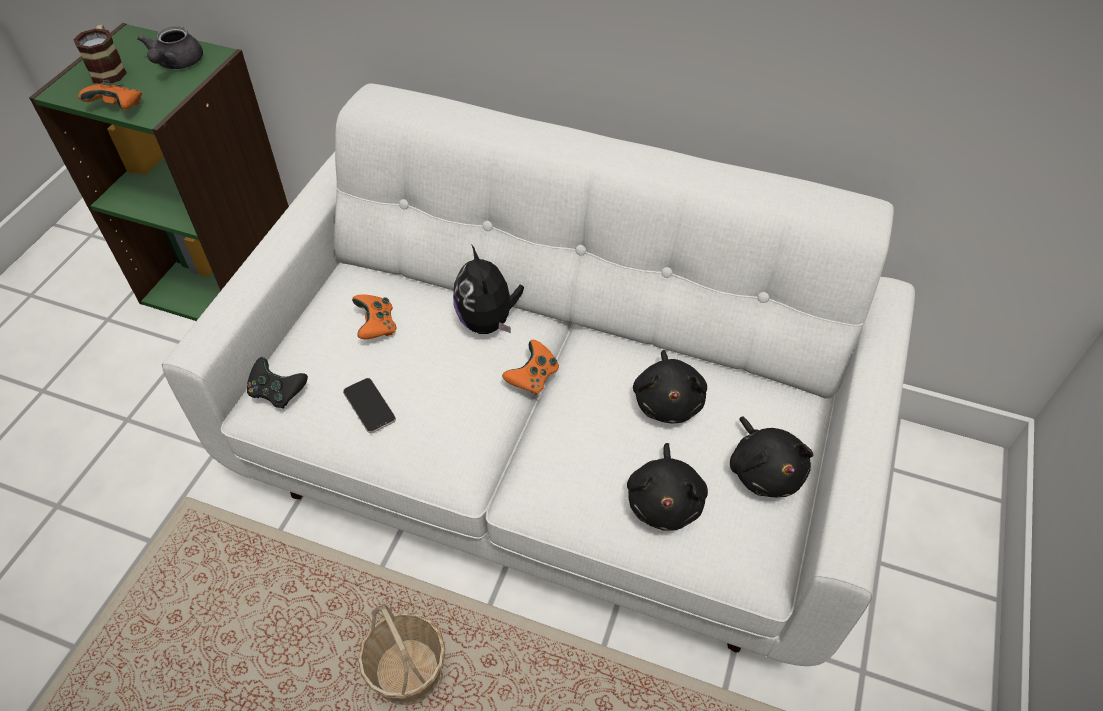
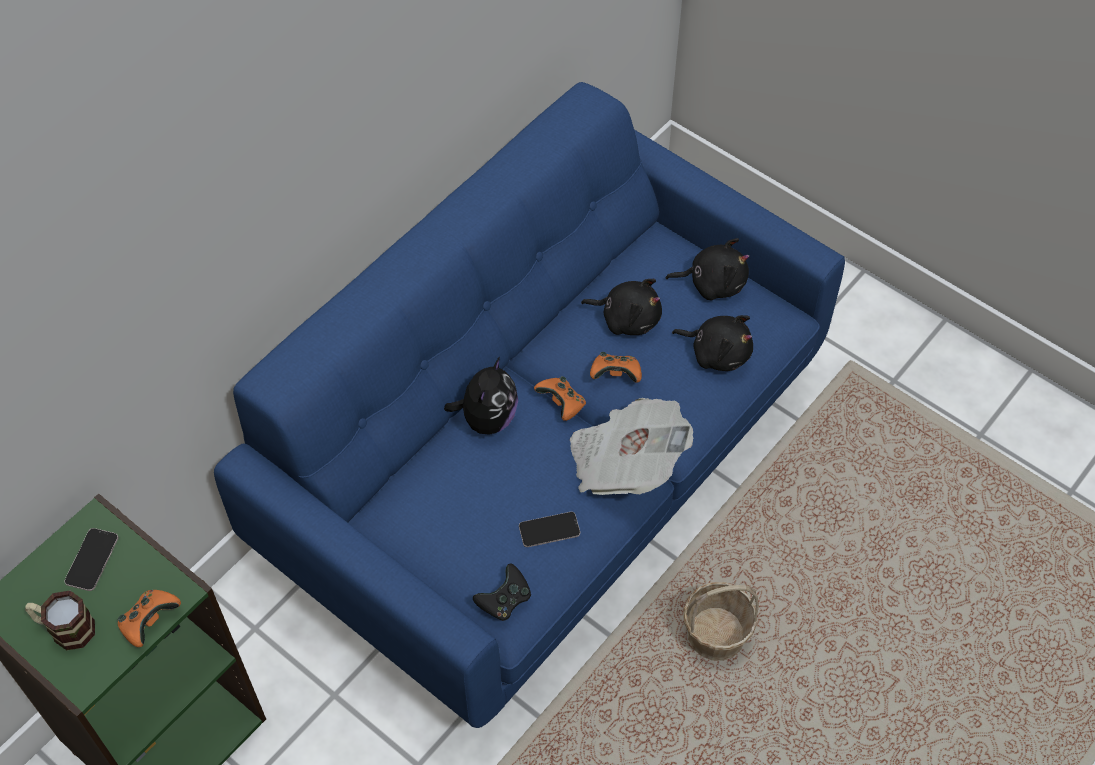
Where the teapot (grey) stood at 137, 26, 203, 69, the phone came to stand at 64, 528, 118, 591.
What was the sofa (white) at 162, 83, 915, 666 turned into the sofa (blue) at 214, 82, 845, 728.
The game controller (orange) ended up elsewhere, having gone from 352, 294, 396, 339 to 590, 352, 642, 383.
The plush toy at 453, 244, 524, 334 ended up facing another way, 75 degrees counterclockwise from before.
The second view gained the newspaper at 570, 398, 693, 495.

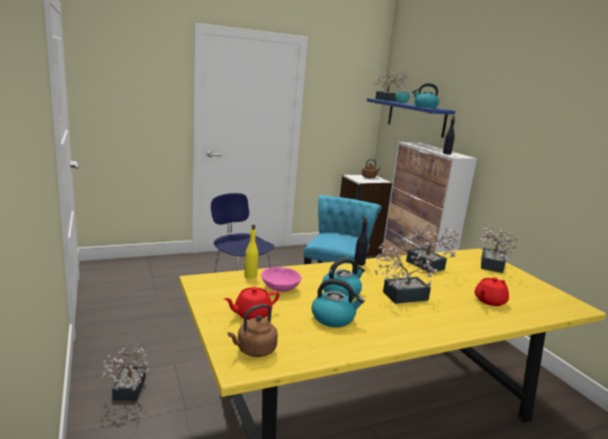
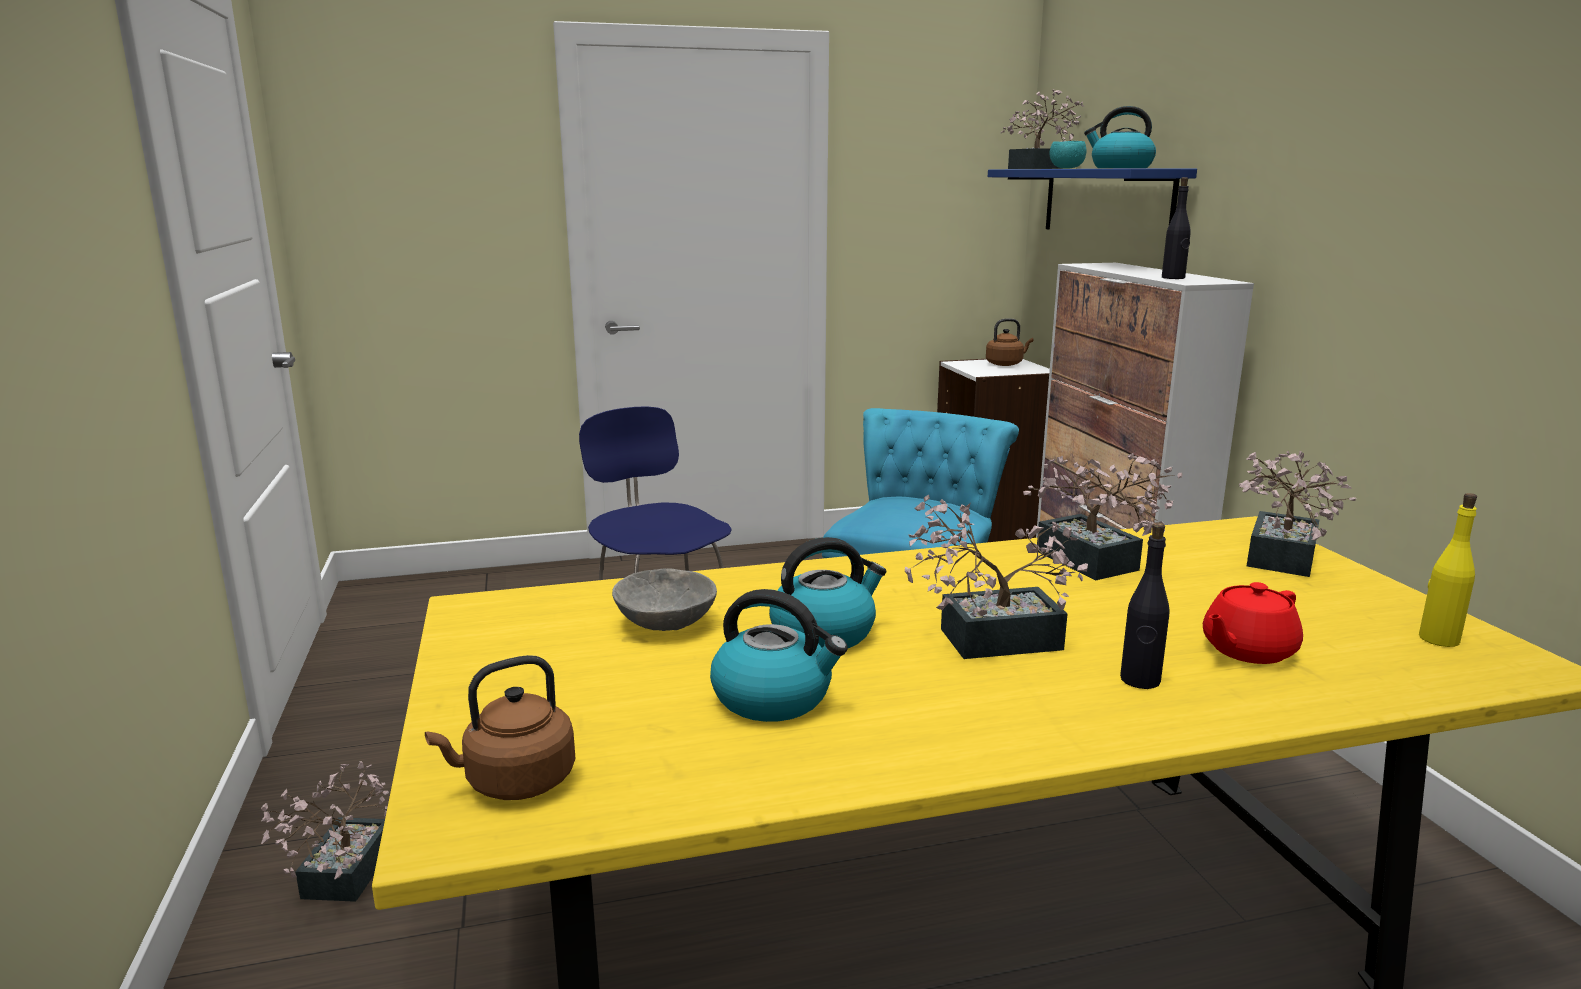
The second view lost the teapot (red) at 224, 287, 279, 320.
The bottle (yellow) ended up elsewhere, having gone from 244, 224, 258, 279 to 1419, 493, 1477, 647.
What was the bowl (pink) at 261, 267, 302, 292 turned into the bowl (grey) at 612, 568, 717, 631.
The bottle (black) ended up elsewhere, having gone from 354, 217, 368, 266 to 1120, 522, 1169, 689.

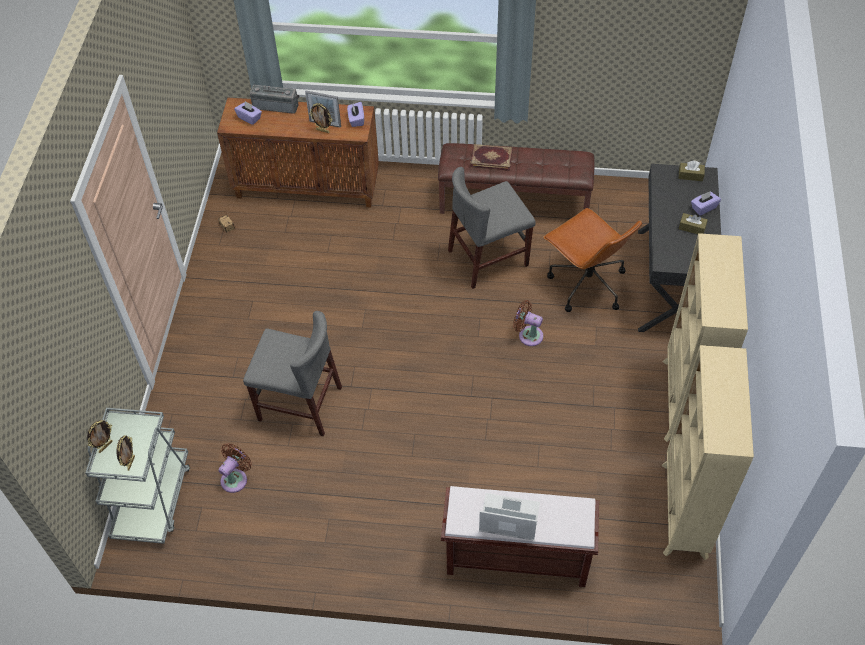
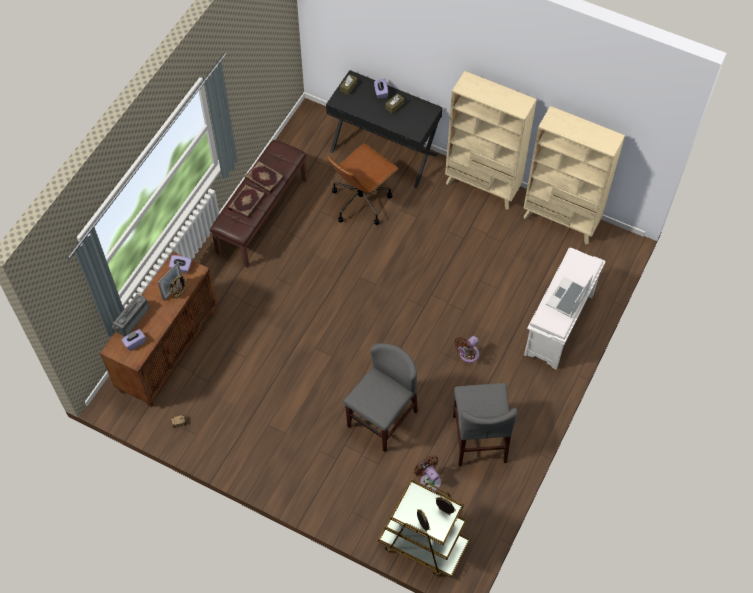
What was the cart (grey) at 85, 408, 190, 544 turned into the cart (brown) at 378, 479, 471, 578.
What was the bench (brown) at 441, 486, 599, 587 turned into the bench (white) at 524, 248, 606, 369.
The chair (grey) ended up elsewhere, having gone from 448, 167, 535, 289 to 453, 383, 517, 466.
The fan (brown) ended up elsewhere, having gone from 513, 300, 543, 346 to 454, 336, 479, 363.
The office chair (brown) at 543, 208, 642, 312 ended up facing another way, 150 degrees clockwise from before.
The second view gained the book at 245, 161, 284, 193.

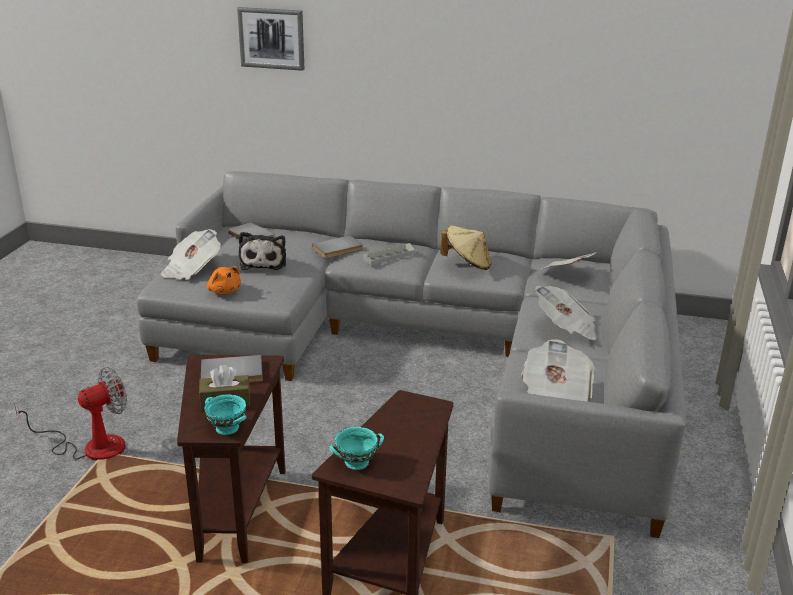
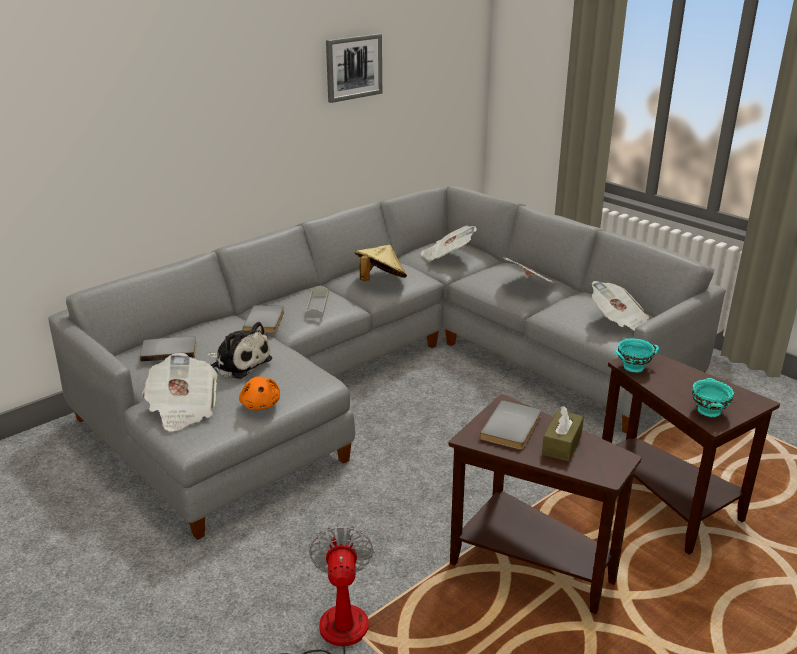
The bowl (turquoise) ended up elsewhere, having gone from 205, 394, 246, 435 to 614, 338, 659, 372.
The plush toy (orange) at 207, 266, 241, 294 ended up facing another way, 75 degrees clockwise from before.
The picture ended up elsewhere, having gone from 237, 7, 304, 71 to 326, 34, 382, 103.

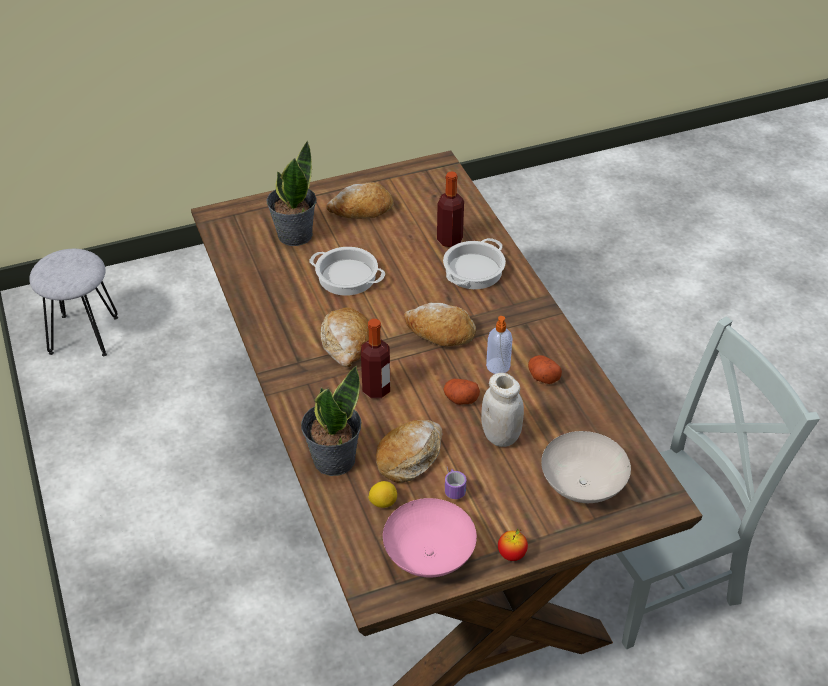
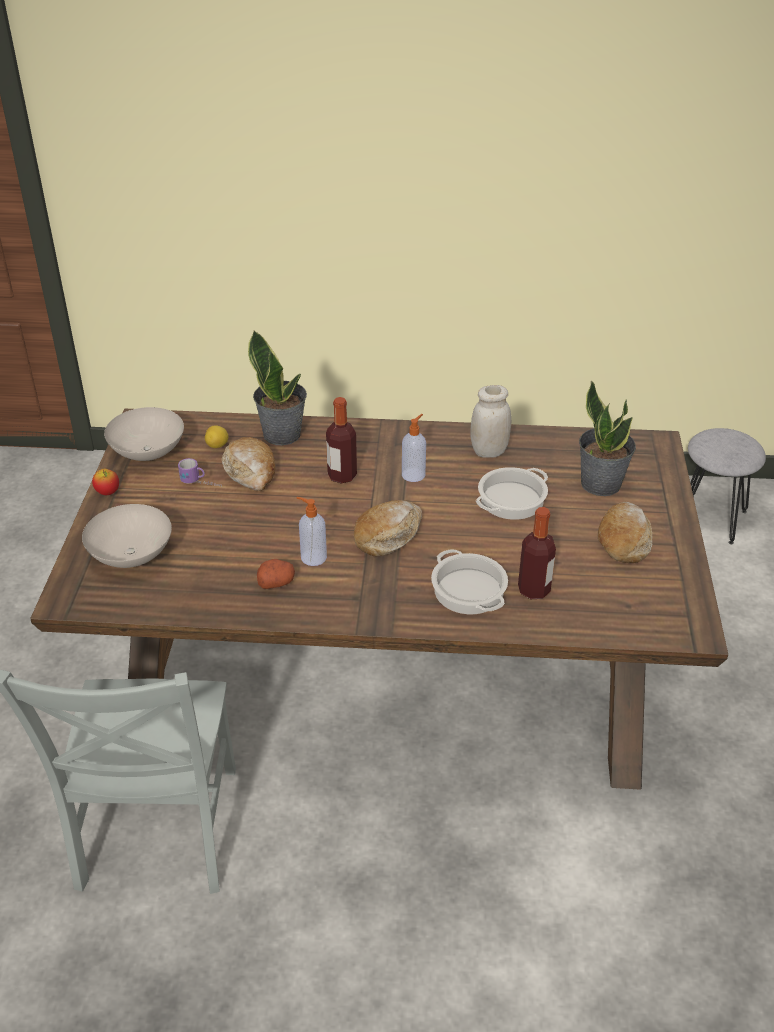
Where the bread stood at 321, 307, 369, 367, the soap dispenser came to stand at 402, 414, 426, 482.
What was the bowl (pink) at 383, 498, 477, 578 turned into the bowl (white) at 104, 407, 184, 461.
The second view lost the potato at 443, 379, 480, 405.
The jar (white) ended up elsewhere, having gone from 481, 373, 524, 447 to 470, 385, 511, 458.

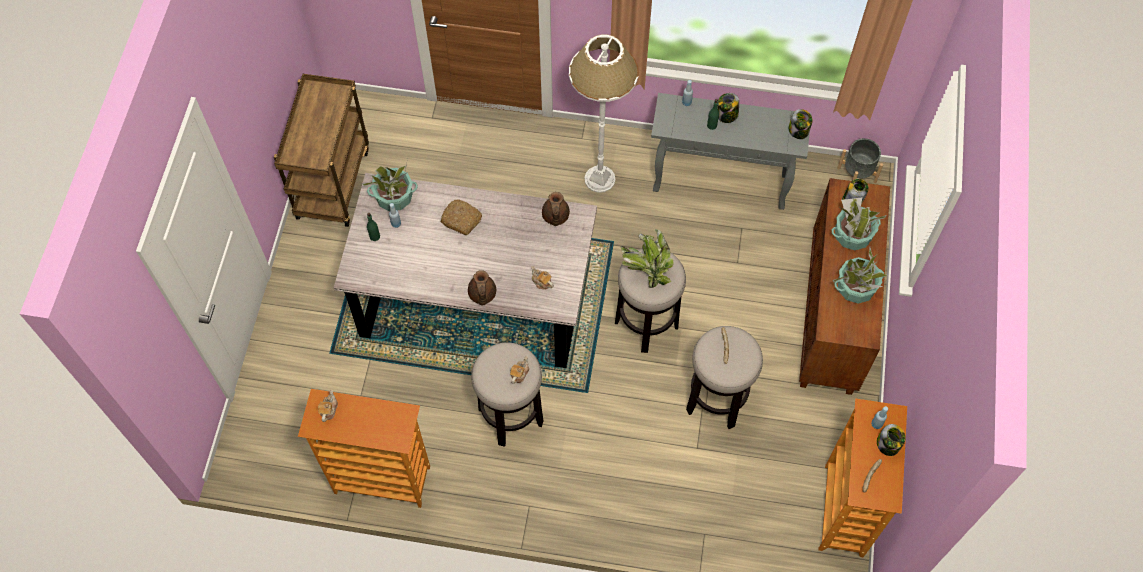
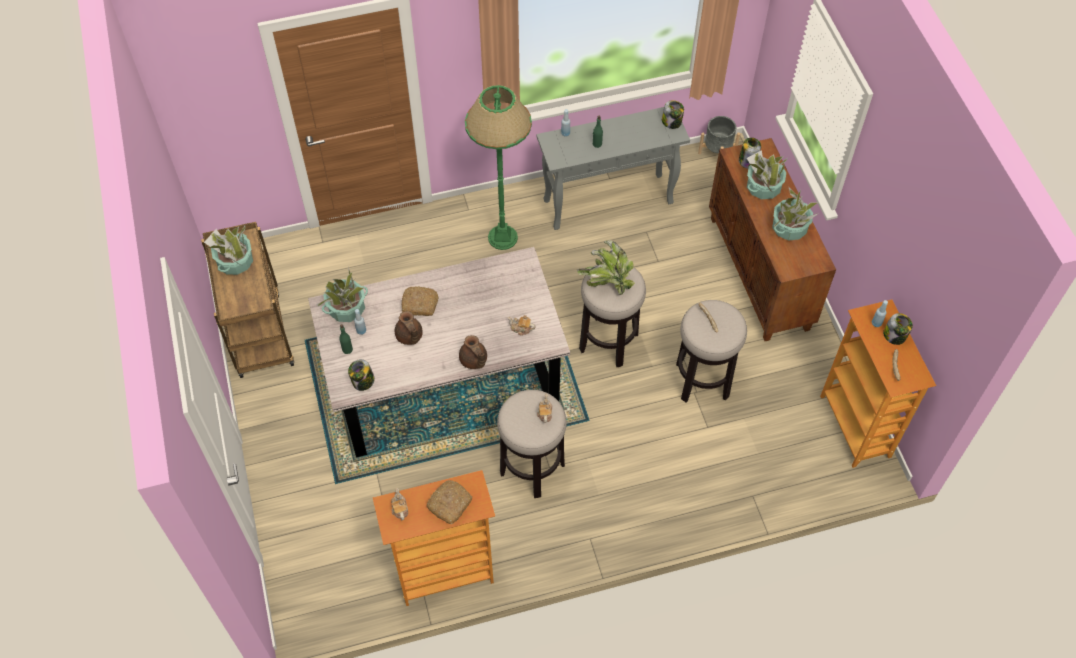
The teapot (brown) ended up elsewhere, having gone from 542, 192, 570, 226 to 395, 311, 423, 345.
What was the floor lamp (white) at 569, 34, 638, 193 turned into the floor lamp (green) at 465, 85, 532, 250.
The jar ended up elsewhere, having gone from 718, 93, 739, 123 to 348, 359, 375, 391.
The second view gained the potted plant at 204, 226, 253, 275.
The second view gained the bread at 426, 480, 472, 524.

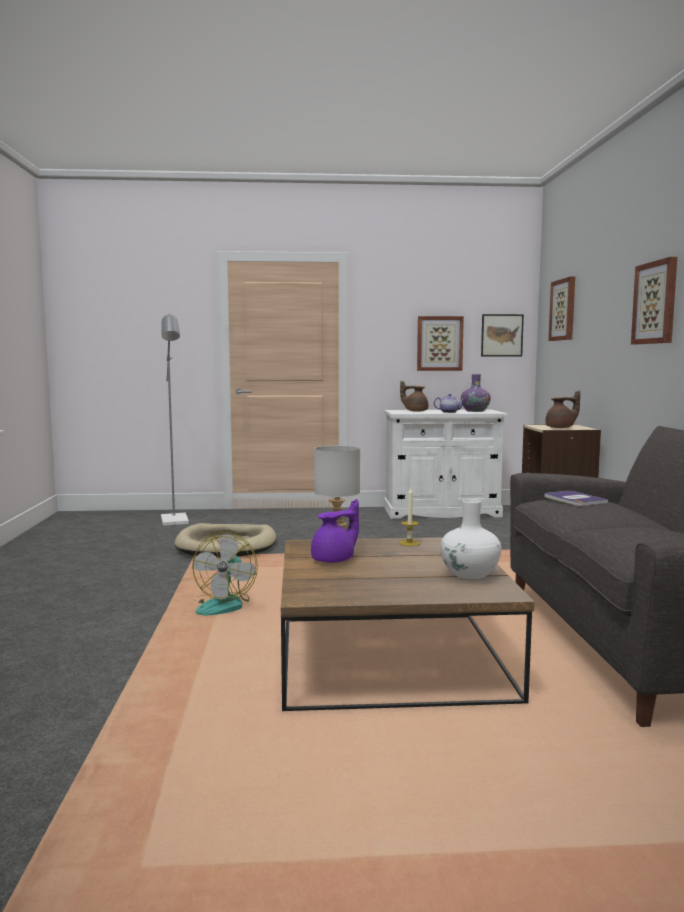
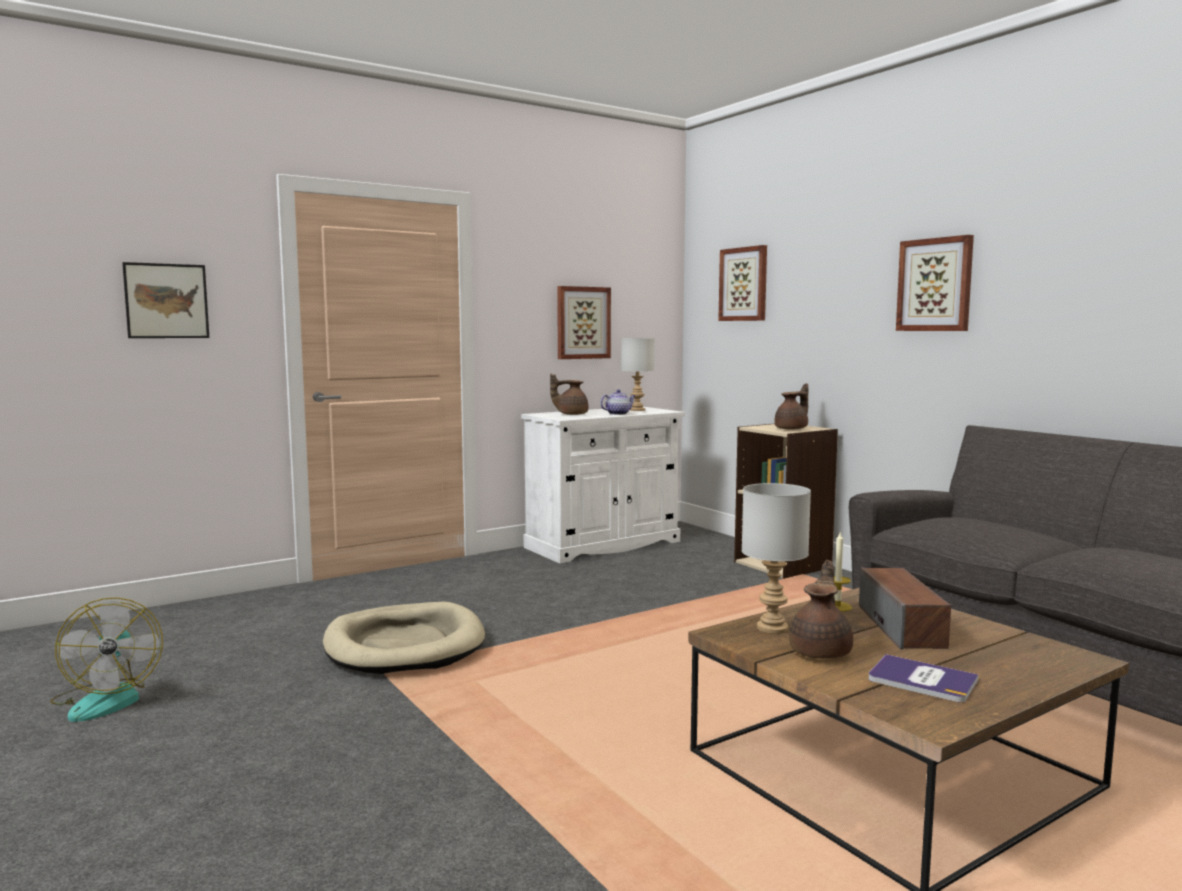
The second view lost the floor lamp (grey) at 161, 313, 189, 526.
The fan ended up elsewhere, having gone from 192, 532, 258, 615 to 50, 597, 163, 722.
What was the teapot (purple) at 311, 499, 359, 563 turned into the teapot (brown) at 789, 560, 853, 659.
The second view lost the vase (white) at 440, 499, 501, 579.
Where the vase (purple) stood at 461, 374, 491, 412, the table lamp (grey) came to stand at 621, 338, 654, 411.
The picture ended up elsewhere, having gone from 481, 314, 524, 356 to 122, 262, 209, 338.
The book ended up elsewhere, having gone from 545, 491, 608, 506 to 868, 654, 979, 703.
The second view gained the speaker at 859, 567, 951, 649.

